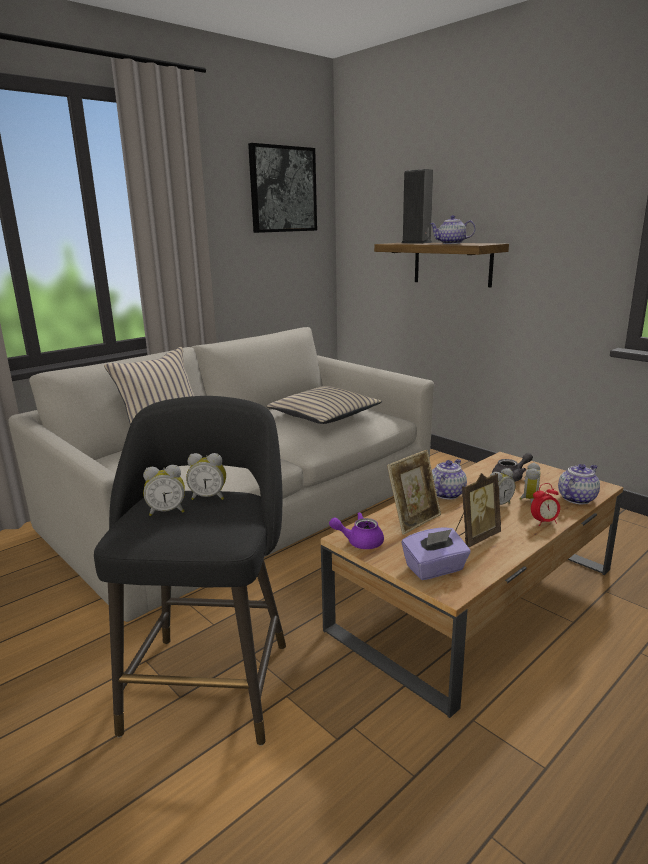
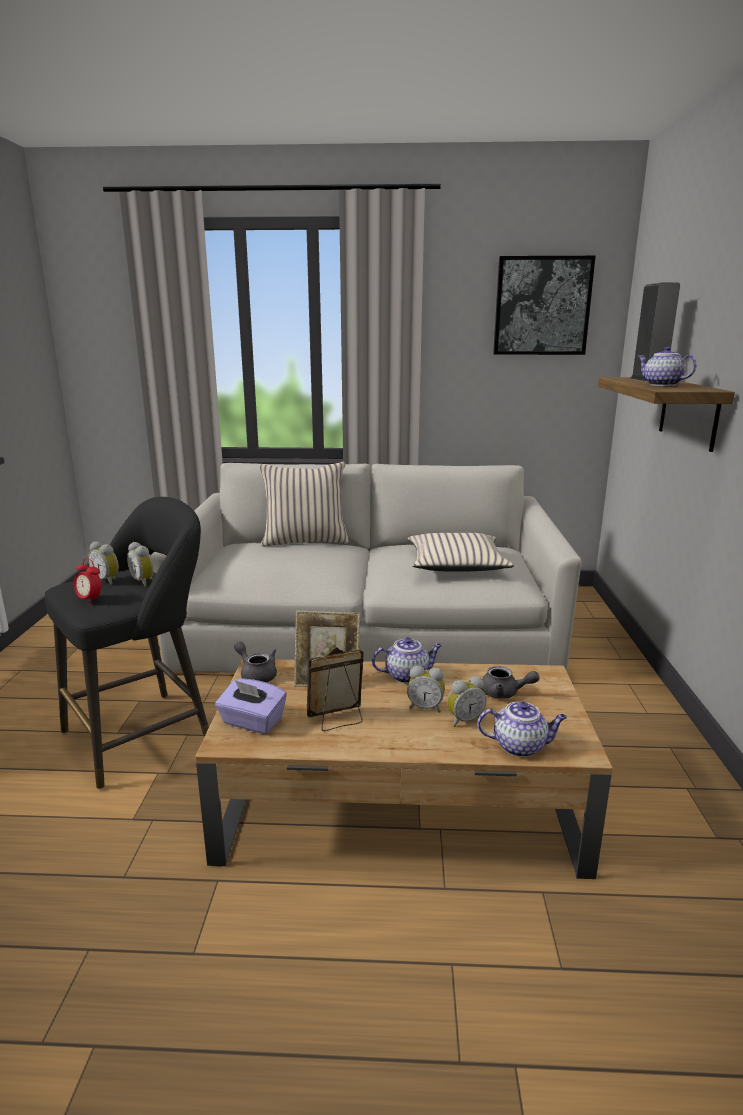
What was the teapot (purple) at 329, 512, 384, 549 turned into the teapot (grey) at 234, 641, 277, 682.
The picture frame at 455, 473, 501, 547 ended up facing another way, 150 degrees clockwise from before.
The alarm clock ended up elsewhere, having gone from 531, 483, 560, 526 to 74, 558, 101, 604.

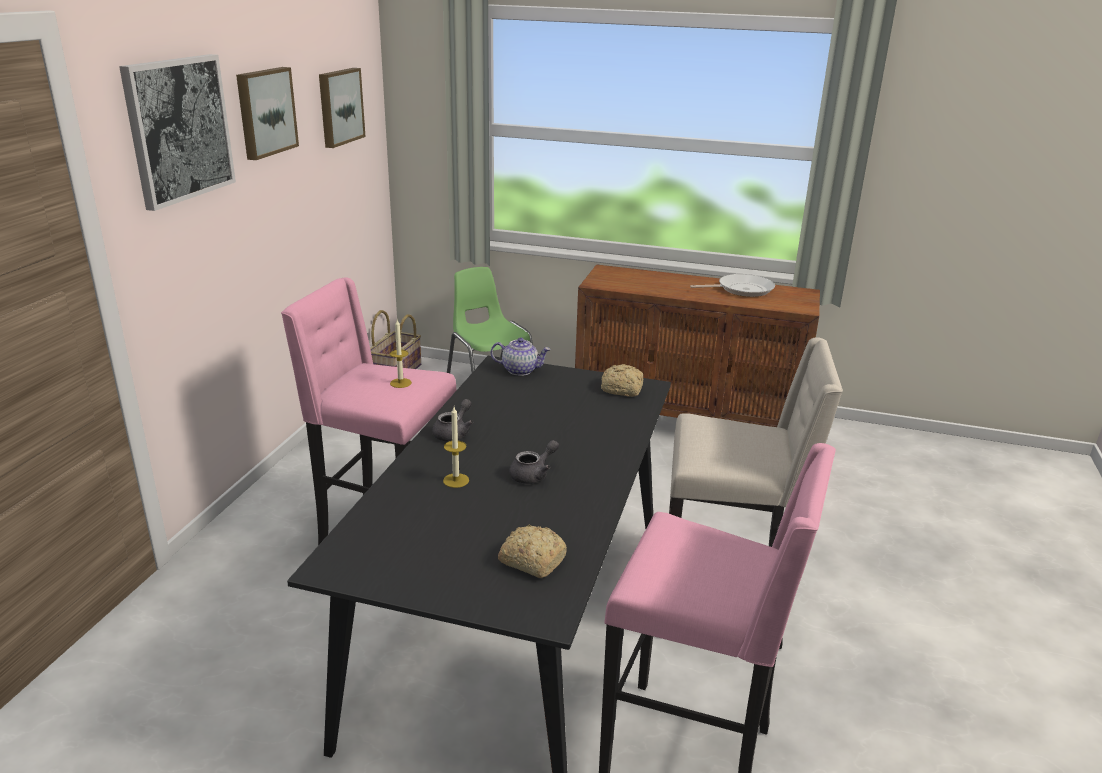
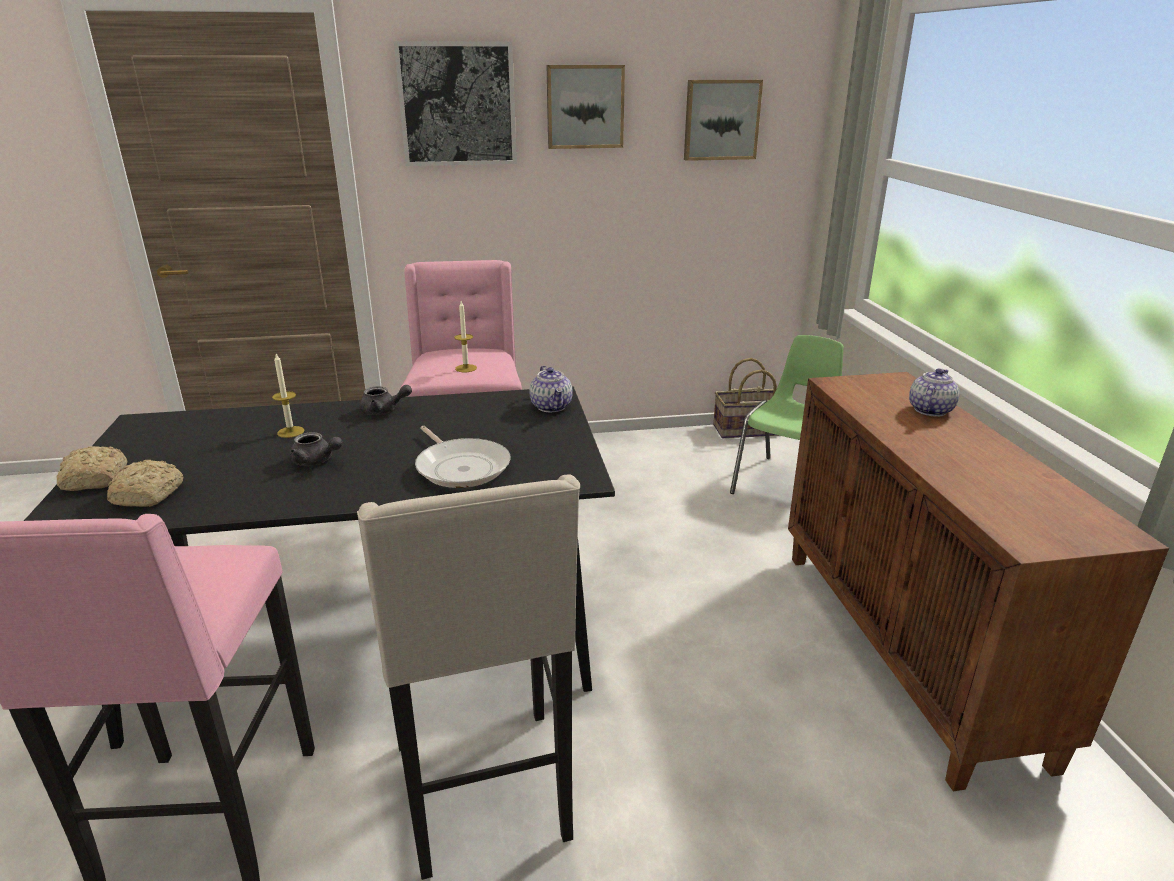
The bread ended up elsewhere, having gone from 601, 364, 643, 397 to 57, 446, 127, 491.
The frying pan ended up elsewhere, having gone from 690, 274, 775, 297 to 415, 426, 510, 488.
The second view gained the teapot at 909, 369, 959, 417.

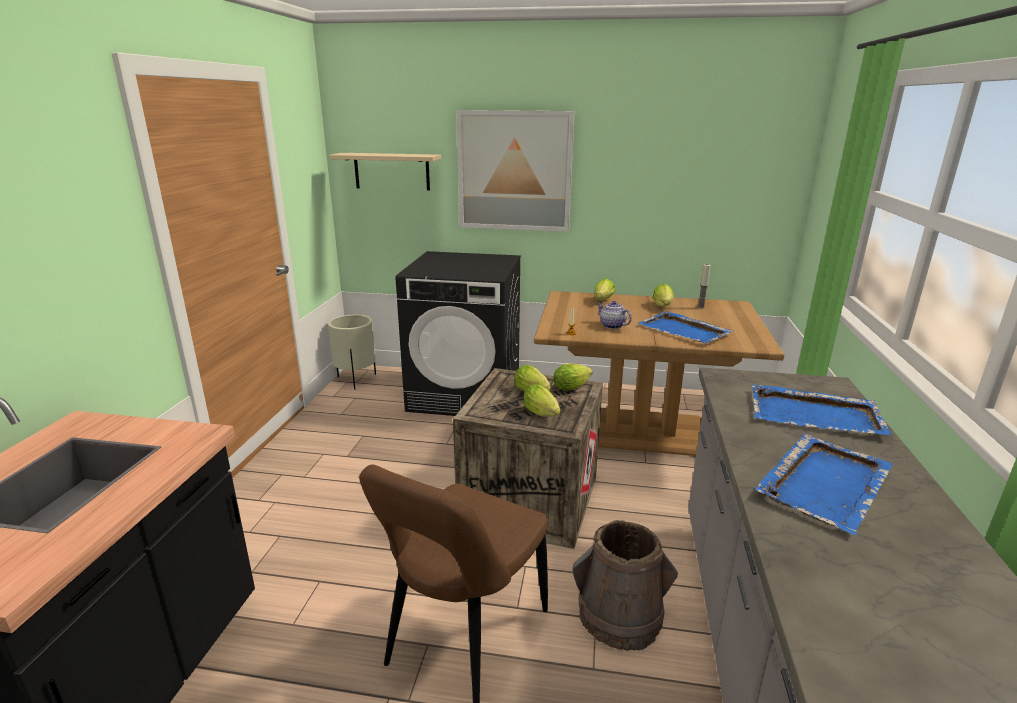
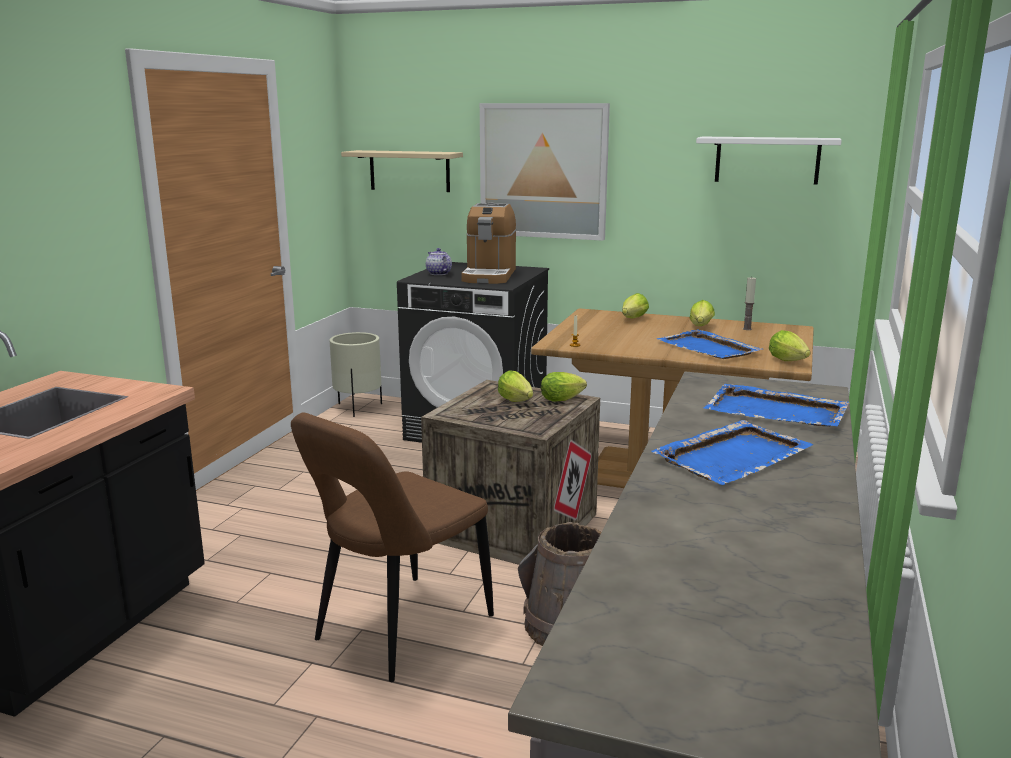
The lettuce ended up elsewhere, having gone from 523, 384, 560, 417 to 769, 330, 810, 361.
The teapot ended up elsewhere, having gone from 597, 301, 632, 329 to 426, 248, 452, 275.
The second view gained the coffee machine at 461, 203, 516, 284.
The second view gained the shelf (white) at 696, 137, 842, 185.

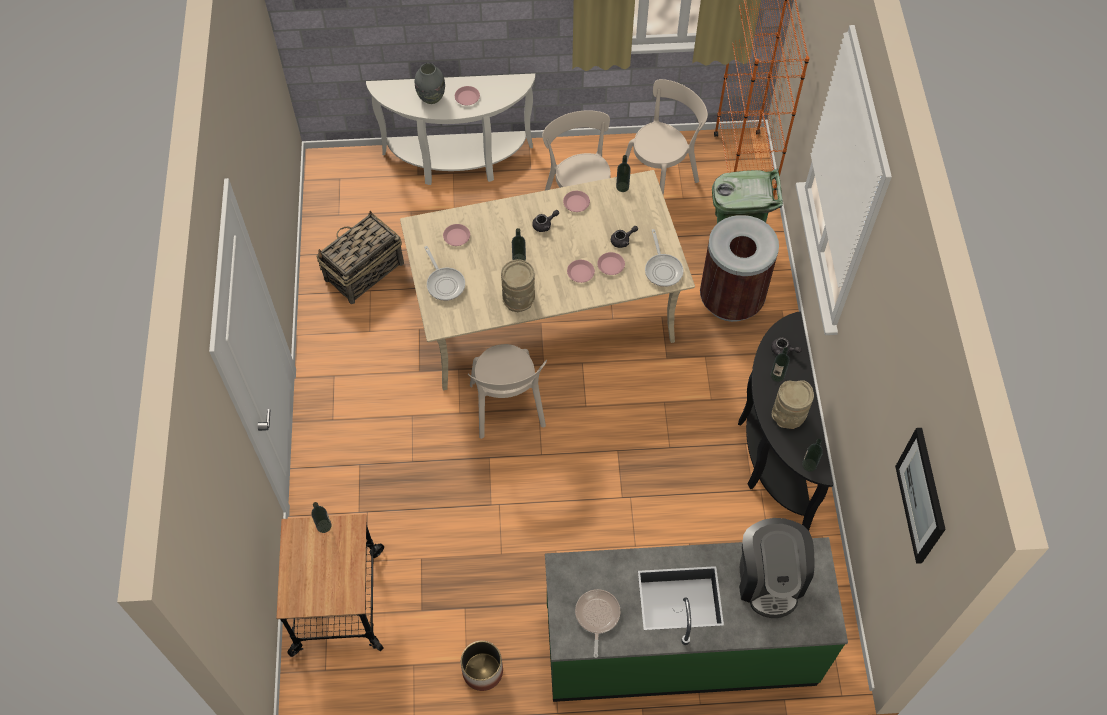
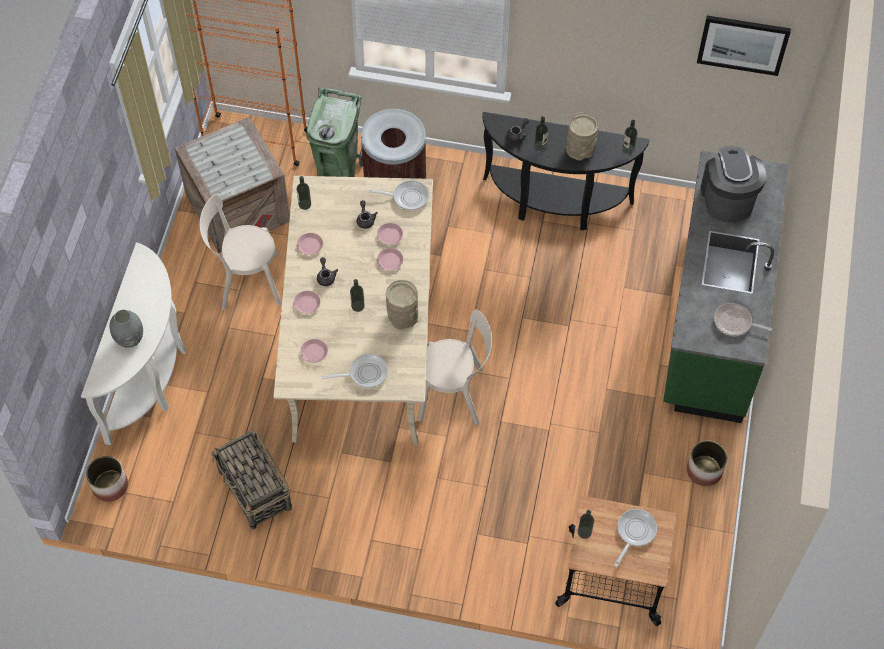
The plate (pink) ended up elsewhere, having gone from 455, 86, 480, 105 to 294, 291, 320, 314.
Where the chair (beige) stood at 625, 79, 708, 196, the crate came to stand at 175, 117, 290, 253.
The coffee machine at 739, 518, 815, 618 ended up facing another way, 105 degrees counterclockwise from before.
The second view gained the planter at 86, 456, 128, 502.
The second view gained the frying pan at 614, 509, 657, 567.

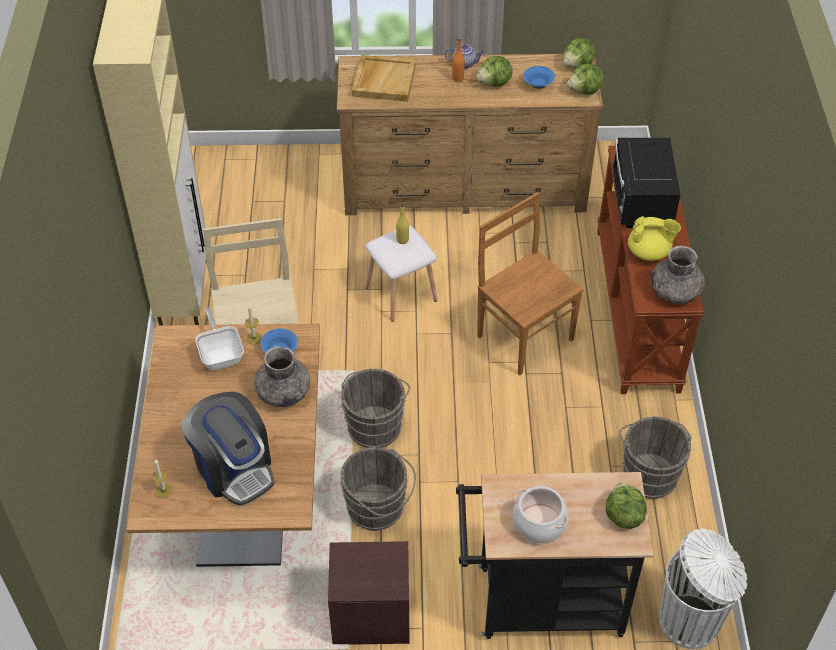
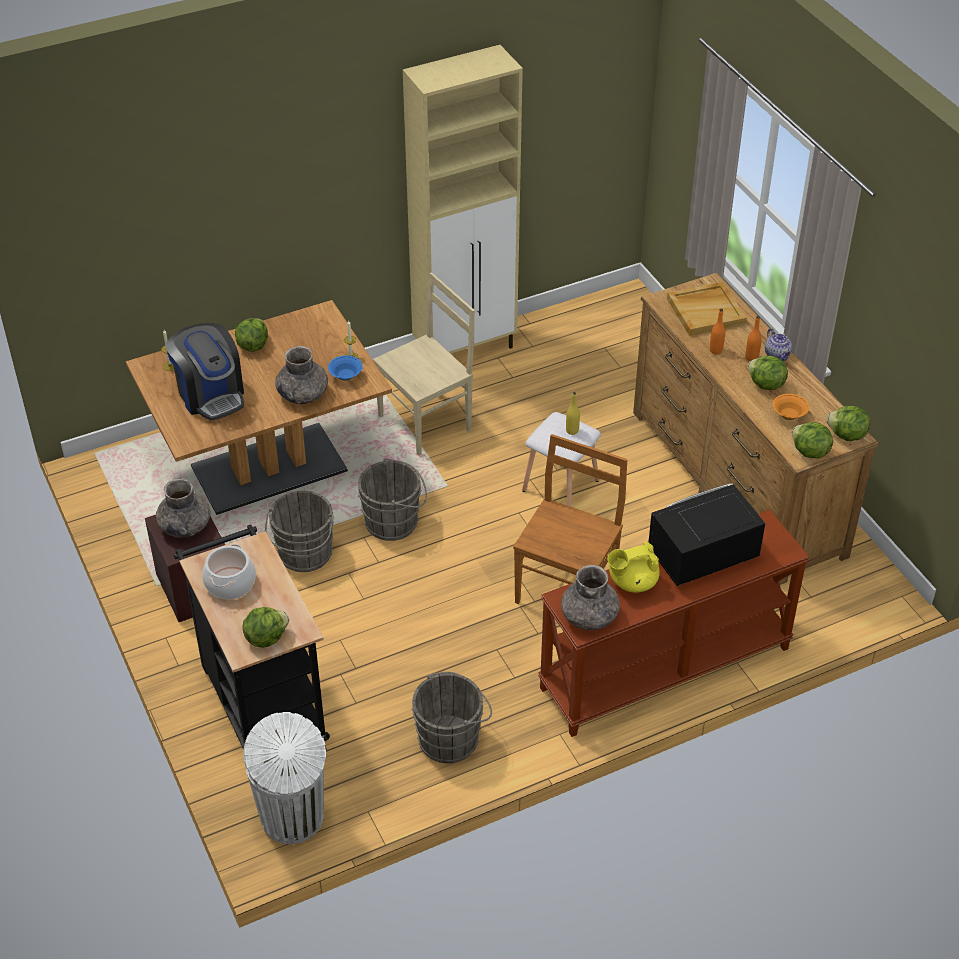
The coffee machine at 181, 392, 274, 506 ended up facing another way, 60 degrees counterclockwise from before.
The second view lost the frying pan at 195, 307, 244, 370.
What was the bowl (blue) at 523, 66, 555, 89 turned into the bowl (orange) at 773, 394, 809, 420.
The teapot (yellow) at 628, 216, 681, 261 ended up facing another way, 90 degrees clockwise from before.
The second view gained the vase (grey) at 156, 478, 211, 538.
The second view gained the lettuce at 235, 318, 268, 352.
The second view gained the bottle (orange) at 710, 309, 725, 354.

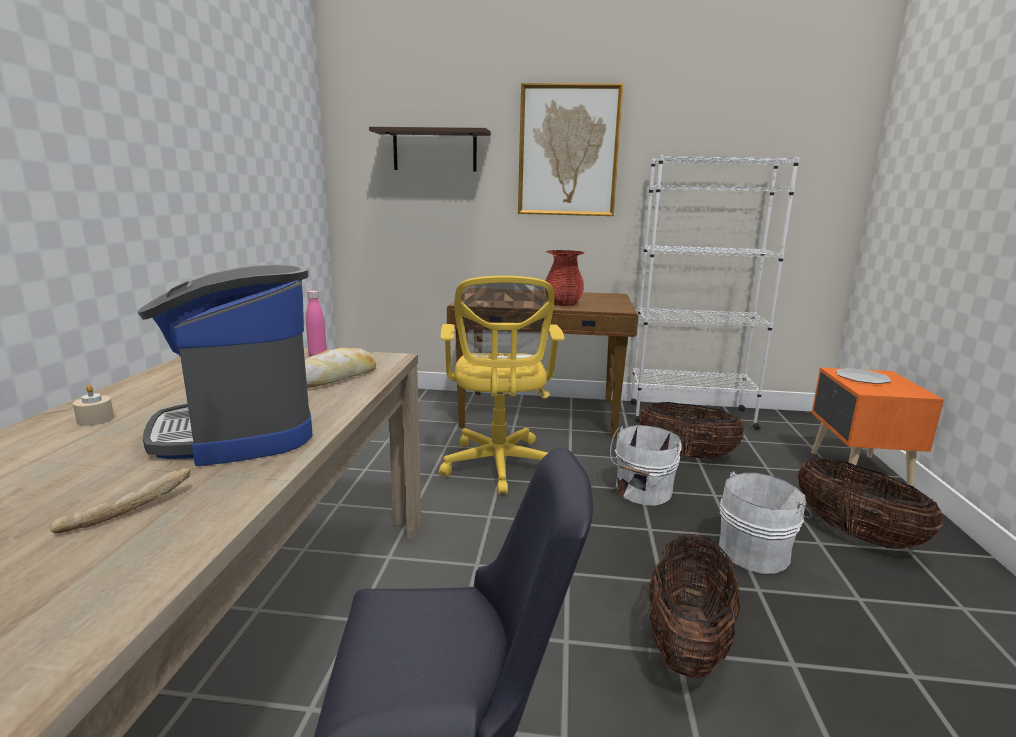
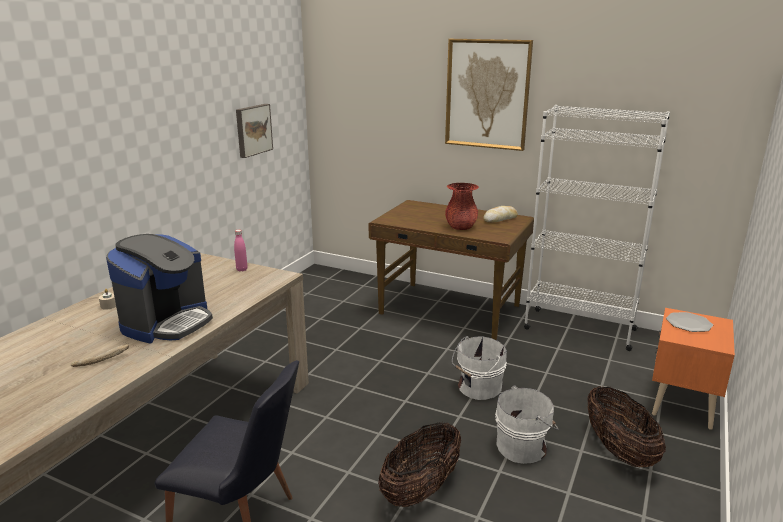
The coffee machine at 138, 264, 313, 466 ended up facing another way, 150 degrees counterclockwise from before.
The bread ended up elsewhere, having gone from 305, 348, 376, 388 to 483, 206, 518, 223.
The second view lost the shelf at 369, 127, 491, 172.
The second view lost the office chair (yellow) at 439, 276, 565, 495.
The second view lost the basket at 639, 402, 745, 459.
The second view gained the picture at 236, 104, 273, 158.

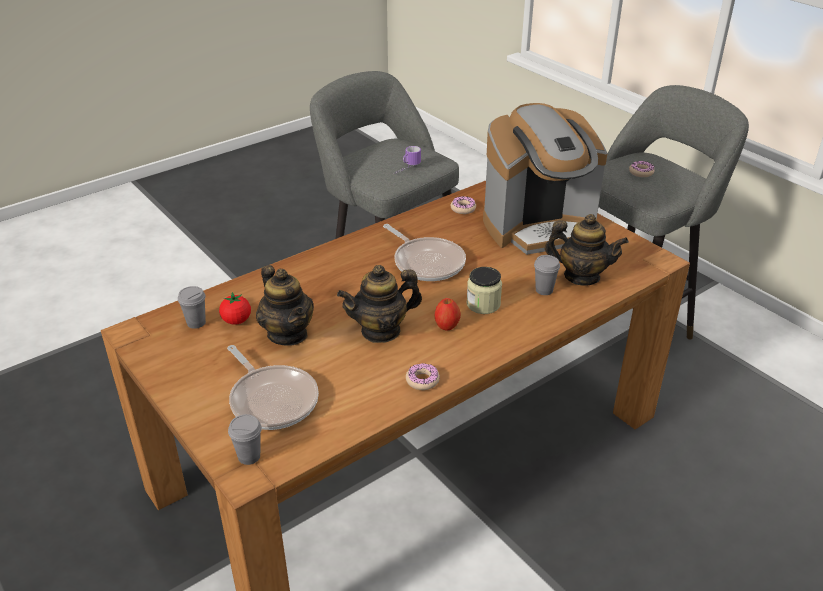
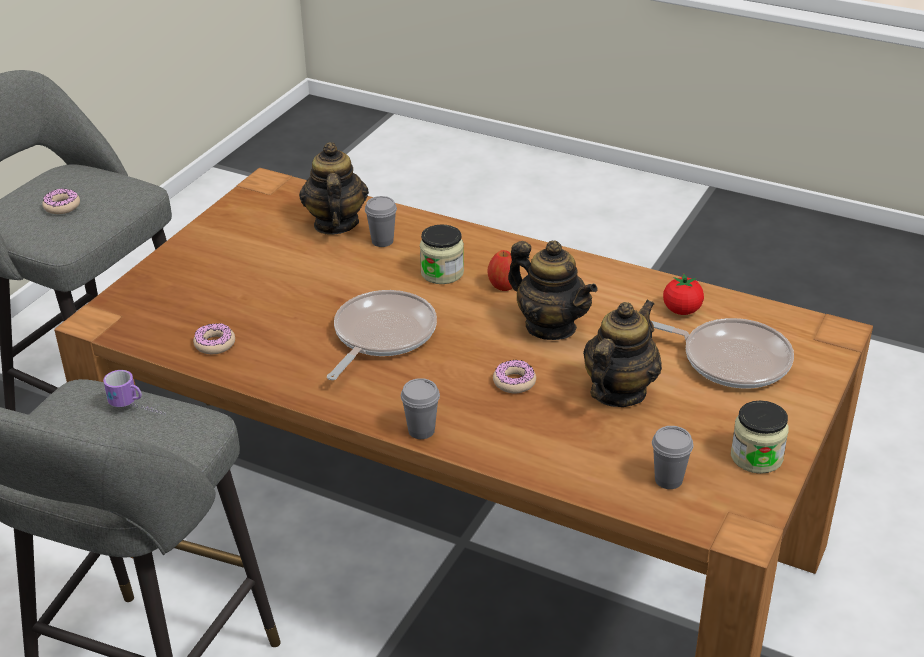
The tomato ended up elsewhere, having gone from 219, 292, 251, 325 to 663, 274, 704, 315.
The frying pan at 227, 345, 319, 430 ended up facing another way, 90 degrees clockwise from before.
The cup (grey) ended up elsewhere, having gone from 228, 414, 262, 465 to 401, 378, 440, 439.
The donut ended up elsewhere, having gone from 406, 363, 440, 390 to 493, 360, 536, 393.
The second view lost the coffee machine at 483, 103, 607, 255.
The second view gained the jar at 731, 401, 789, 474.

